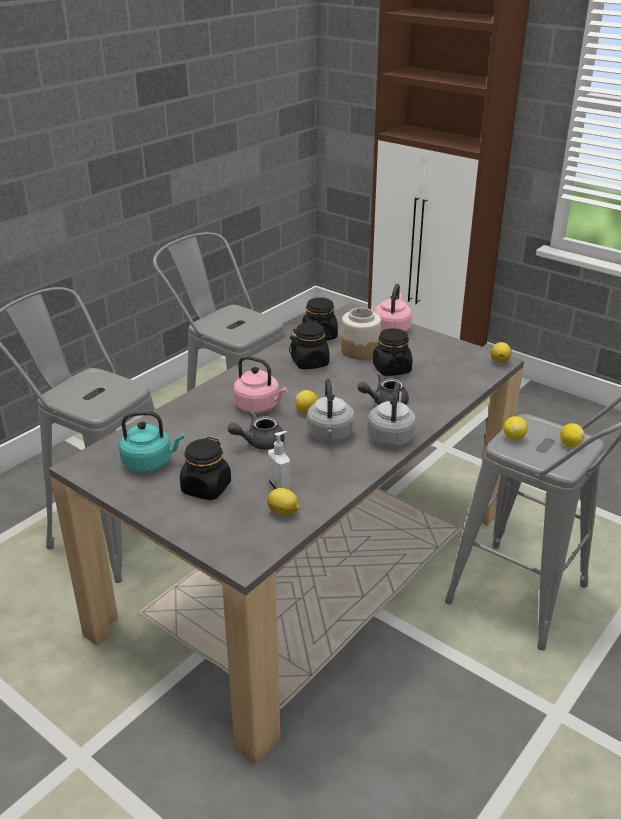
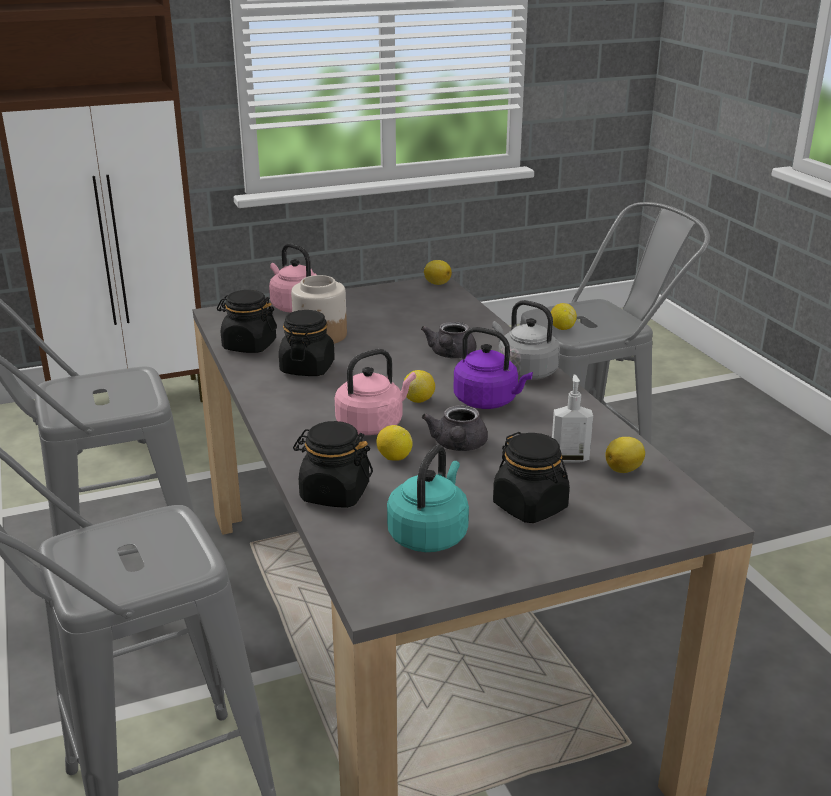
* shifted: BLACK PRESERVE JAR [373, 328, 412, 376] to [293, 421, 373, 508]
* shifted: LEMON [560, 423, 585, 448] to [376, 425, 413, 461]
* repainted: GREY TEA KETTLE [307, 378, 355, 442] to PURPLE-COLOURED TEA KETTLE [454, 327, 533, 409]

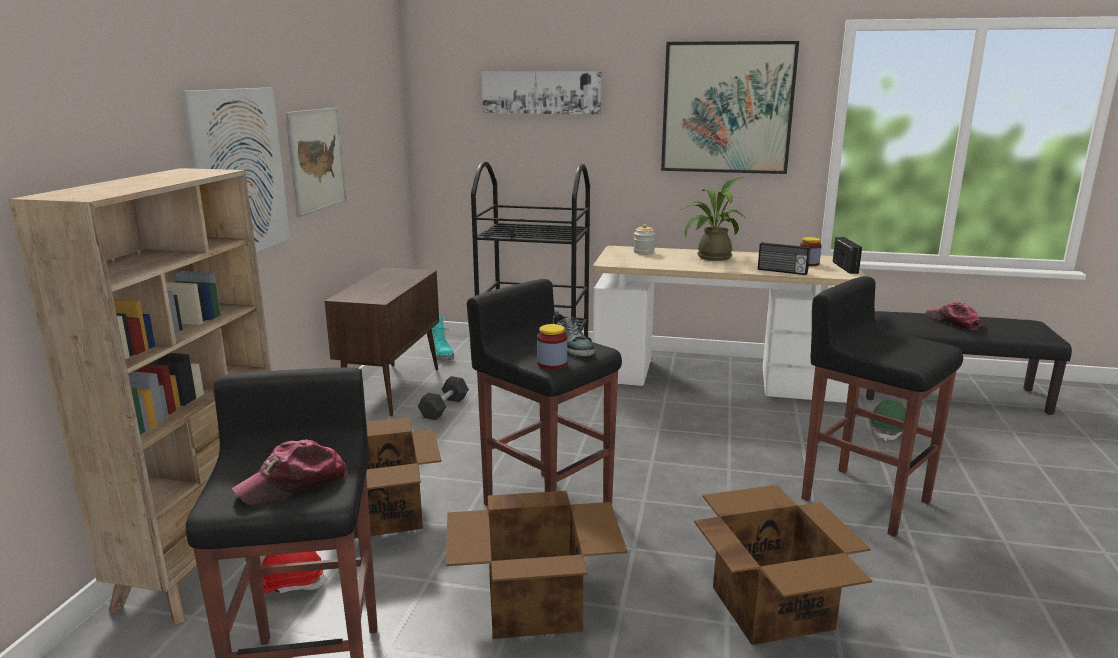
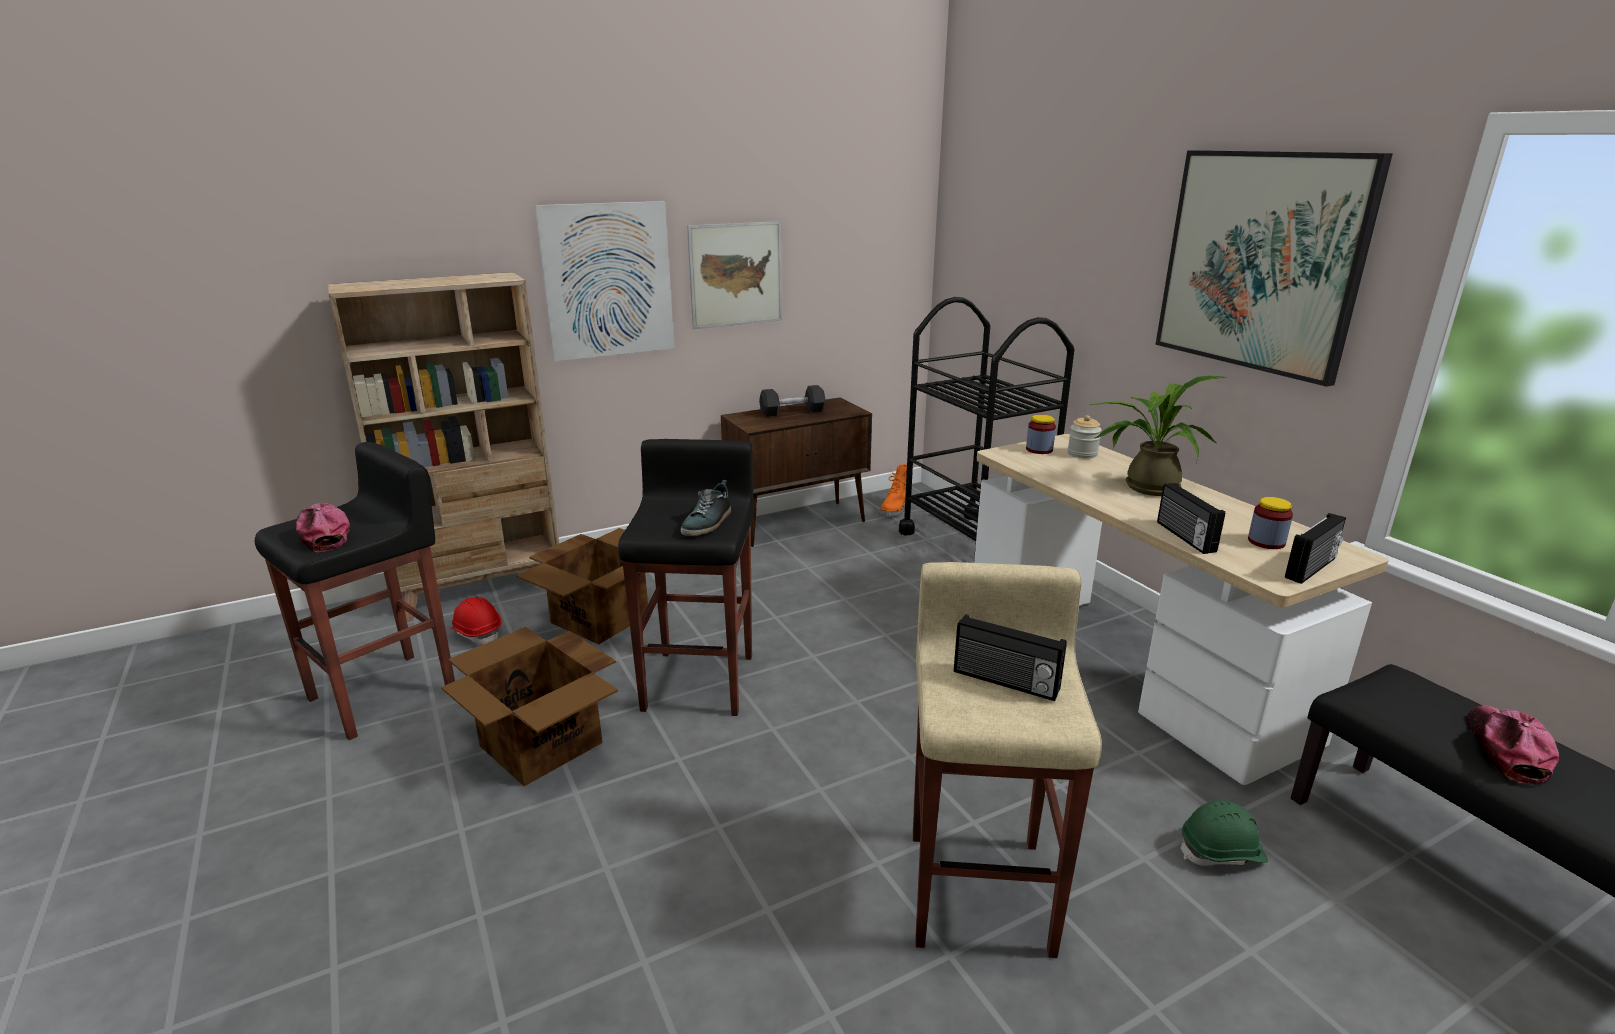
* rotated: CAP [232, 440, 348, 507] = [296, 503, 350, 552] 45 degrees clockwise
* shifted: GREY DUMBBELL [418, 376, 469, 420] to [759, 385, 826, 417]
* repainted: TURQUOISE-COLOURED BOOT [430, 316, 454, 361] to ORANGEY BOOT [880, 464, 907, 517]
* repainted: BLACK SITTING STOOL [801, 276, 963, 537] to BEIGE-COLOURED SITTING STOOL [913, 562, 1102, 958]
* new: RADIO [954, 614, 1067, 701]
* shifted: PRESERVE JAR [537, 324, 567, 369] to [1026, 415, 1056, 454]
* gone: WALL ART [482, 71, 602, 115]
* gone: PACKING BOX [694, 485, 872, 645]

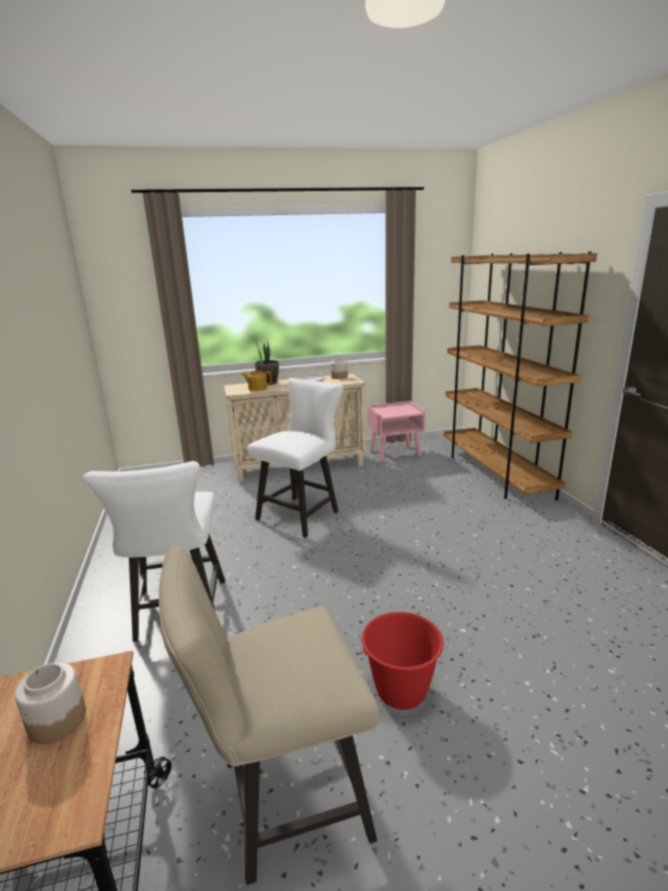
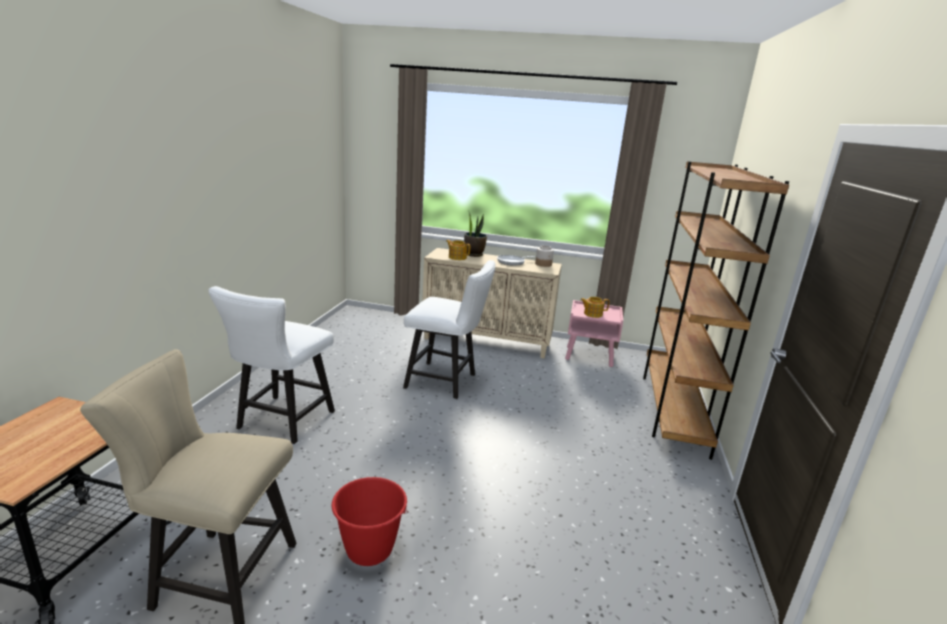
* rotated: WHITISH CHAIR [247, 378, 344, 538] = [403, 260, 495, 399] 45 degrees clockwise
* new: TEAPOT [580, 297, 609, 318]
* gone: PRESERVE JAR [15, 663, 86, 744]

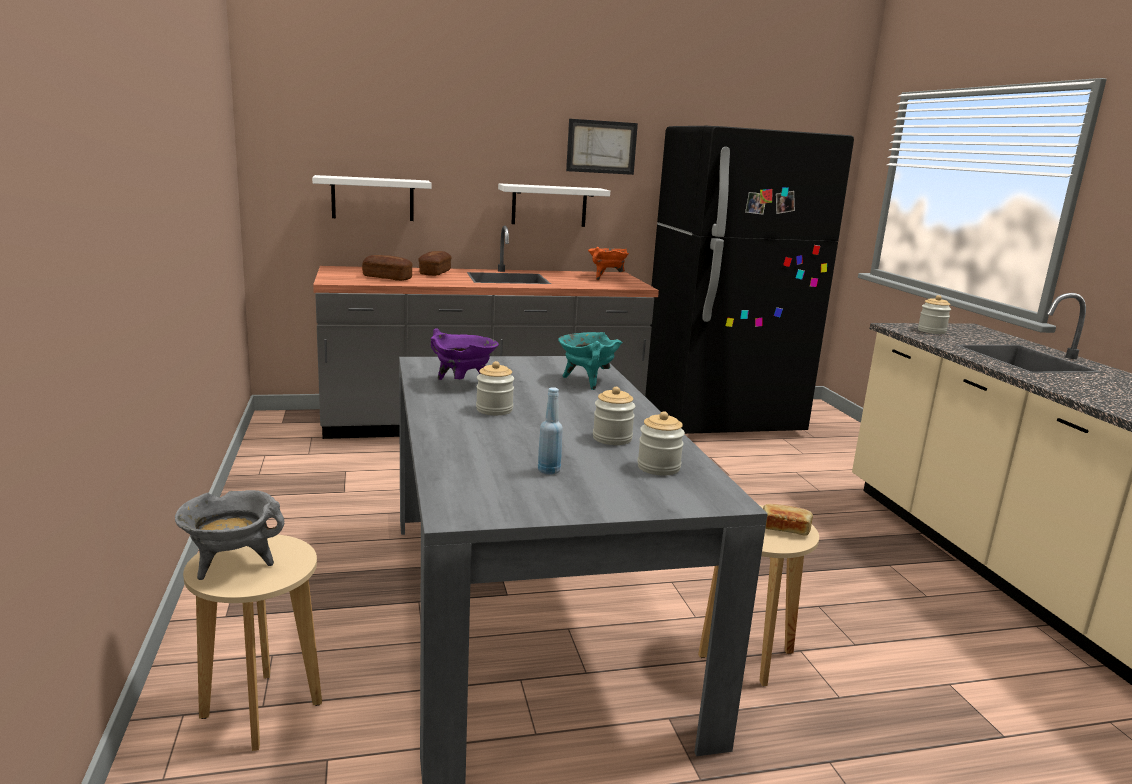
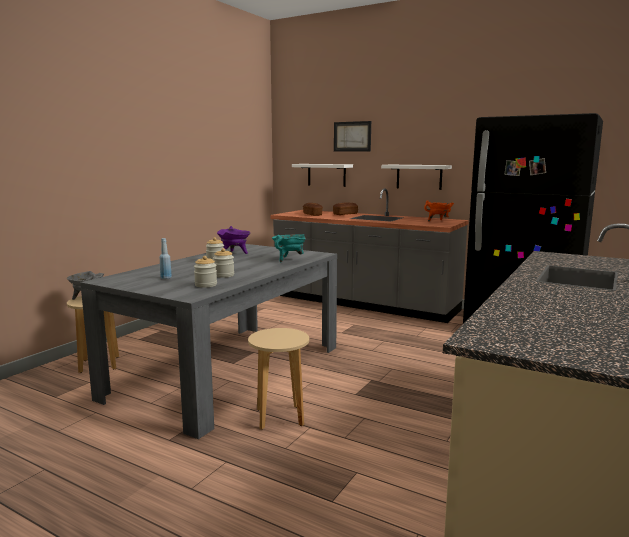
* shifted: WALL ART [566, 119, 638, 175] to [334, 121, 371, 152]
* gone: BAKED BREAD [763, 504, 813, 536]
* gone: PRESERVE JAR [918, 295, 951, 334]

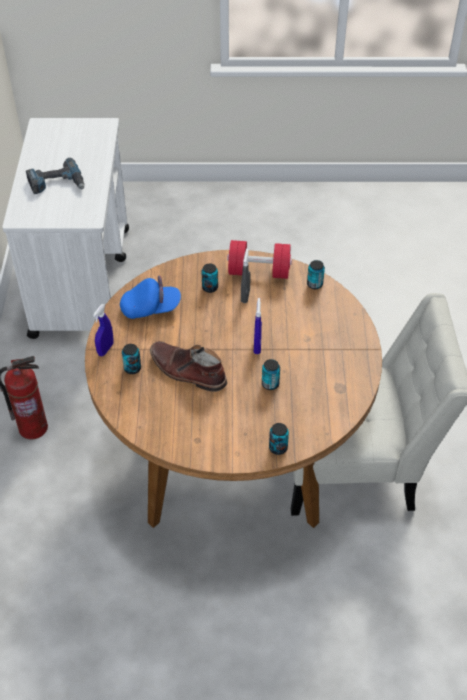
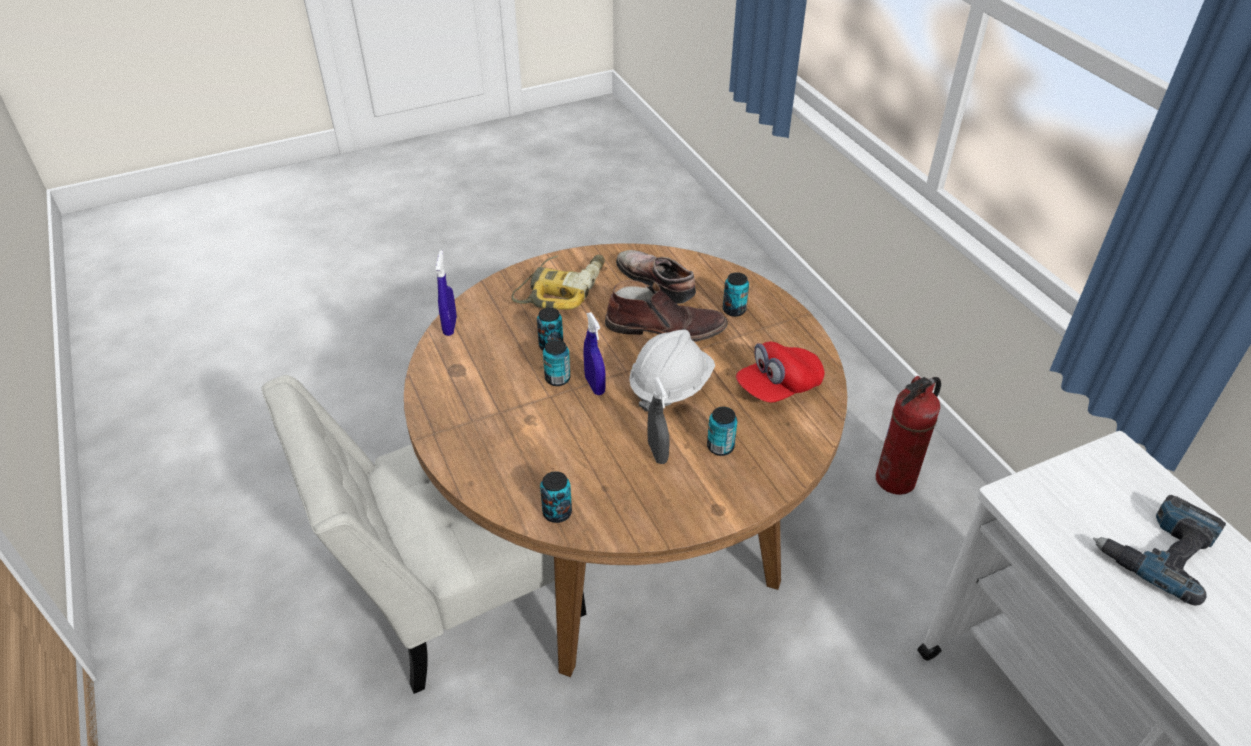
* shifted: BLUISH HAND SPRAYER [93, 304, 114, 356] to [435, 250, 457, 336]
* new: ELECTRIC DRILL [512, 255, 605, 310]
* shifted: METAL CAN [269, 423, 289, 455] to [543, 340, 570, 386]
* new: ITEM OF FOOTWEAR [616, 250, 696, 304]
* new: WHITISH SAFETY HELMET [629, 330, 715, 412]
* repainted: BLUISH CAP [120, 275, 181, 319] to RED-COLOURED CAP [736, 341, 825, 403]
* gone: RED-COLOURED DUMBBELL [227, 240, 292, 279]

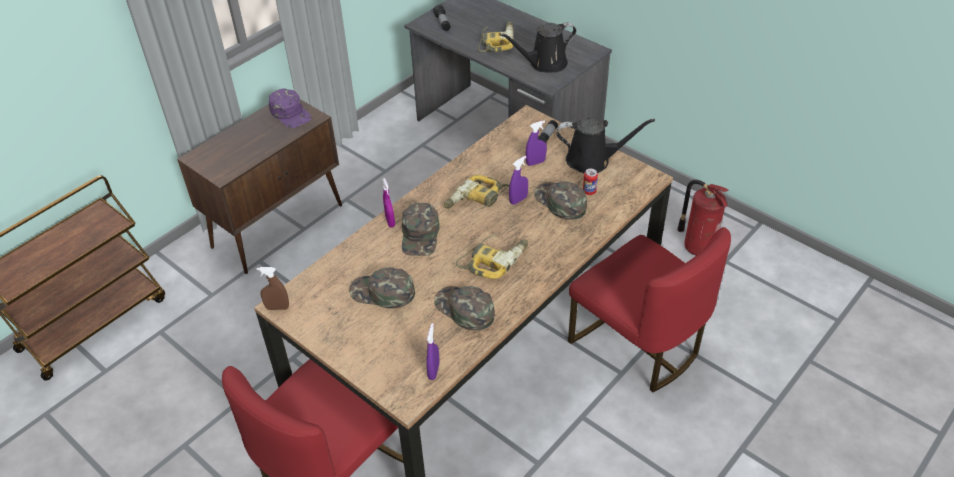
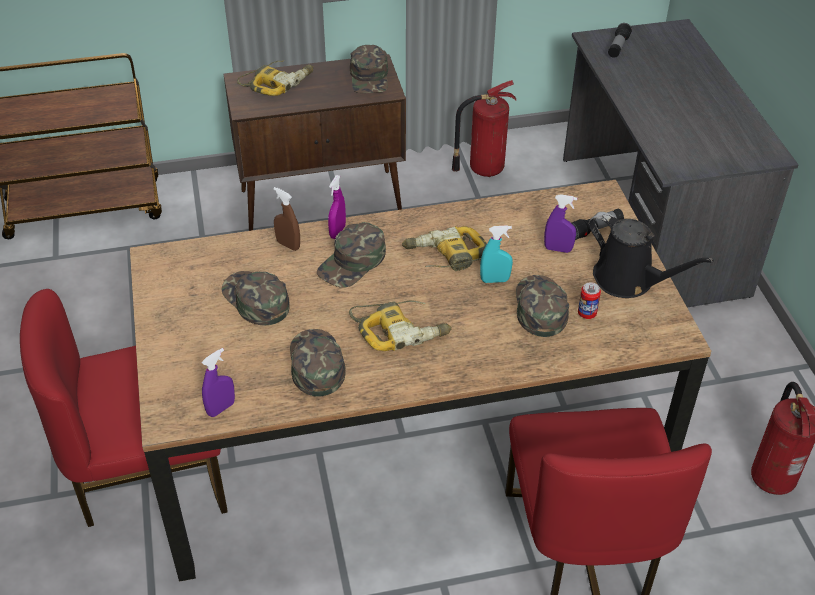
* shifted: ELECTRIC DRILL [478, 22, 514, 52] to [237, 60, 313, 96]
* shifted: BROWN-COLOURED HAND SPRAYER [257, 267, 289, 310] to [273, 187, 300, 251]
* repainted: PURPLE-COLOURED CAP [269, 89, 312, 128] to GREENISH CAP [350, 45, 388, 93]
* new: FIRE EXTINGUISHER [452, 80, 516, 177]
* repainted: PURPLE-COLOURED HAND SPRAYER [509, 156, 528, 205] to TURQUOISE-COLOURED HAND SPRAYER [480, 225, 513, 283]
* gone: BLACK SPRINKLING CAN [500, 23, 576, 73]

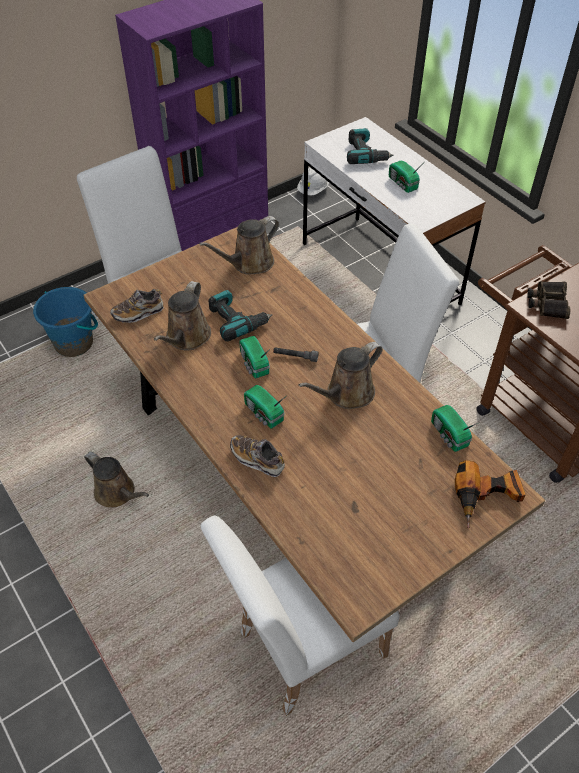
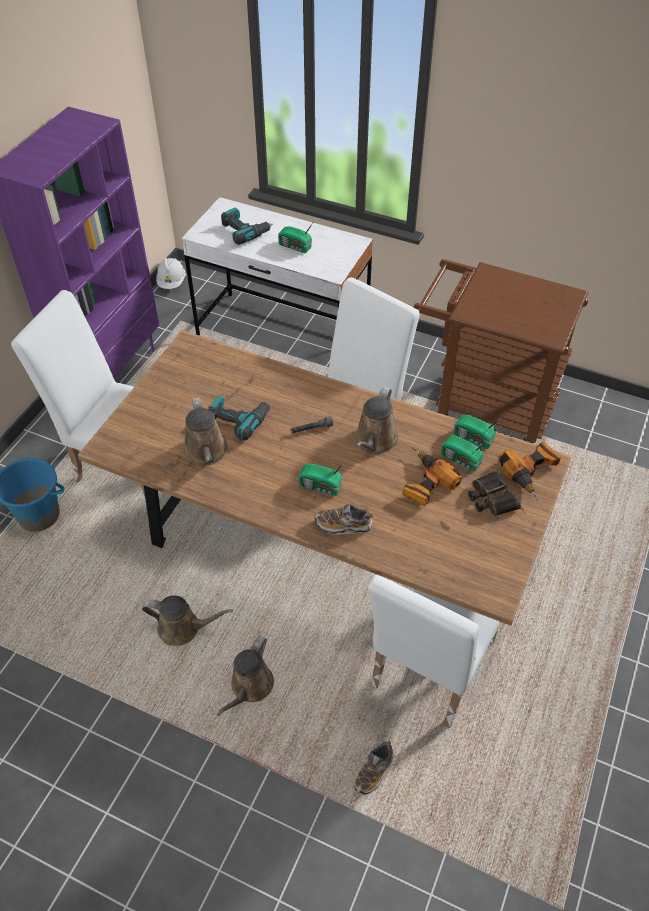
* shifted: BROWN-COLOURED SPRINKLING CAN [199, 216, 279, 275] to [217, 636, 274, 716]
* shifted: ITEM OF FOOTWEAR [110, 289, 164, 323] to [354, 741, 394, 795]
* new: ELECTRIC DRILL [403, 447, 462, 506]
* shifted: RADIO [239, 336, 270, 378] to [441, 435, 490, 472]
* shifted: PAIR OF BINOCULARS [528, 281, 570, 319] to [468, 470, 521, 516]

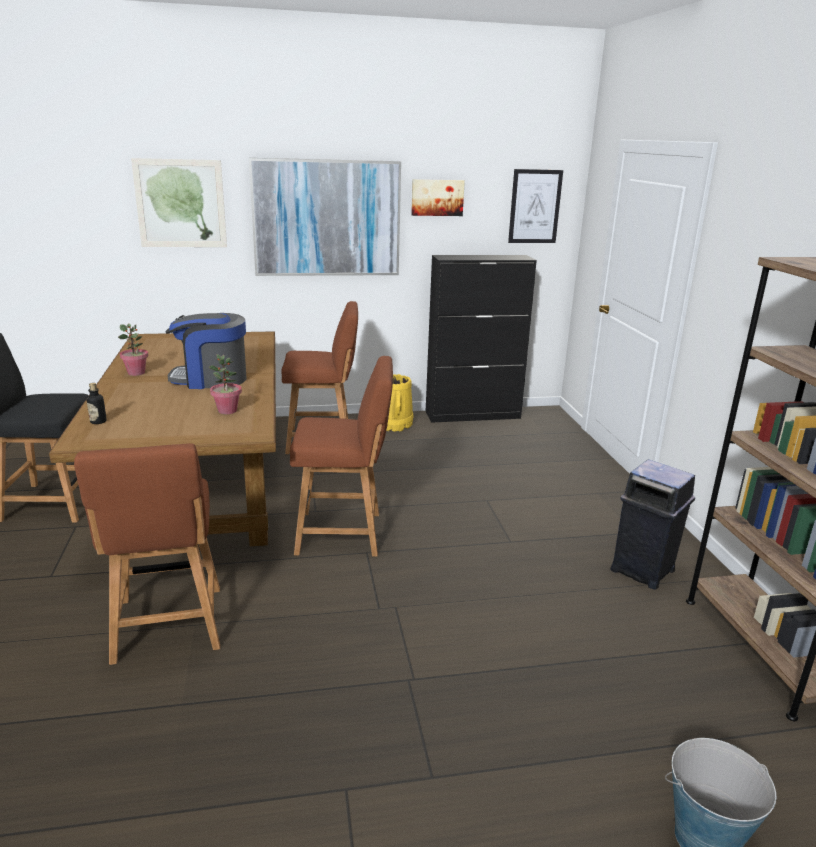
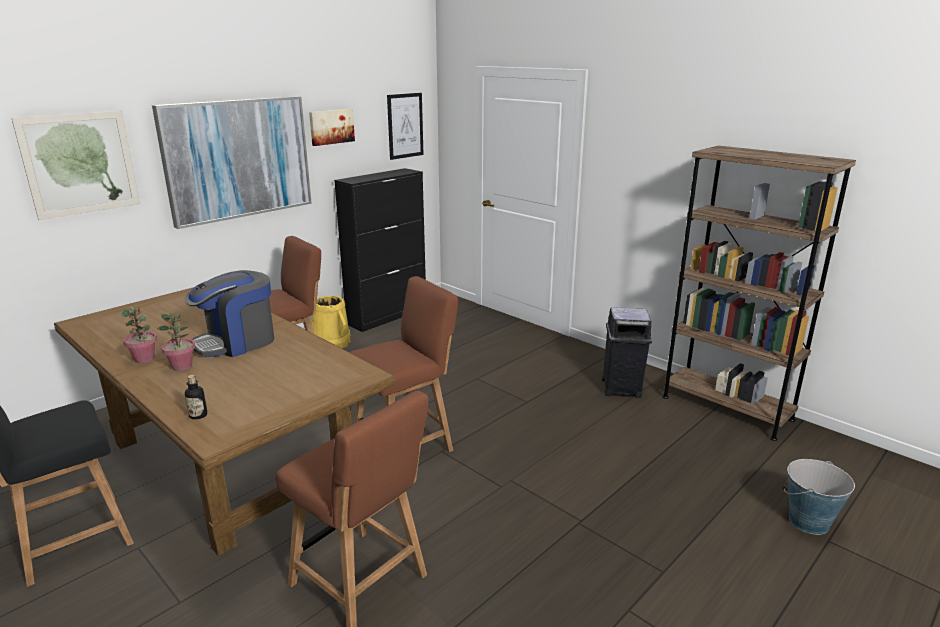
* shifted: POTTED PLANT [208, 354, 242, 414] to [157, 312, 195, 371]

